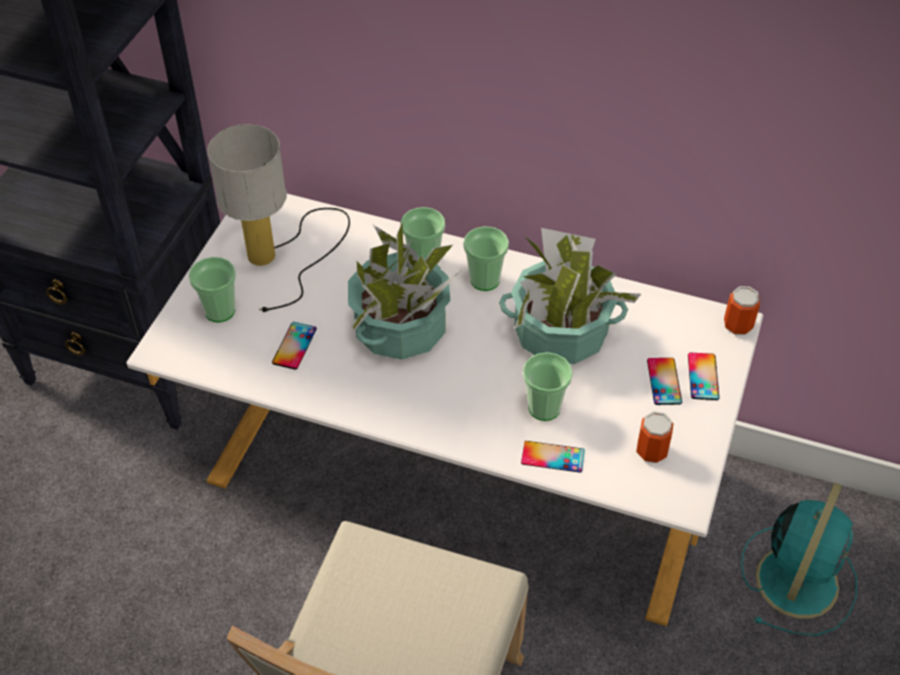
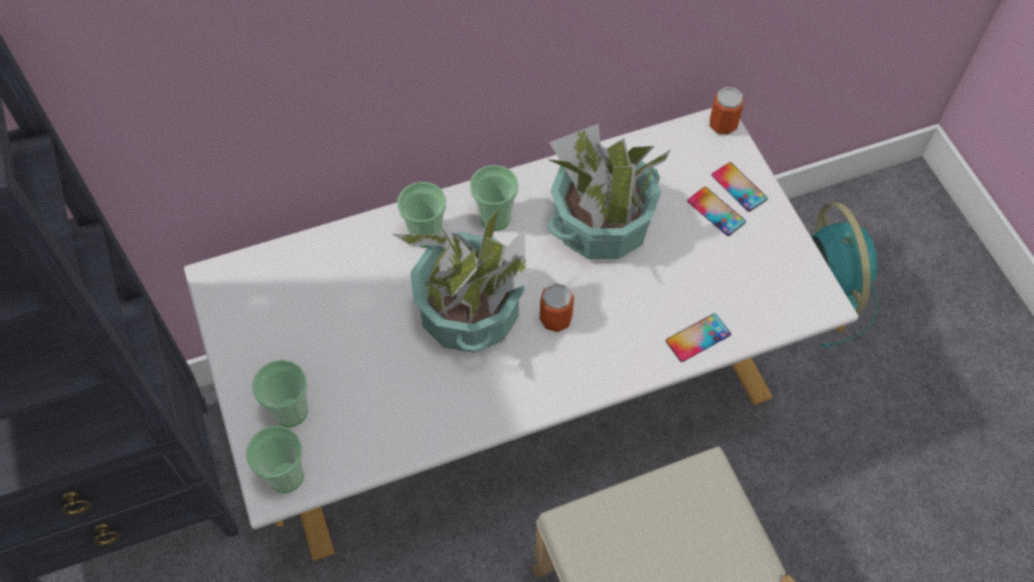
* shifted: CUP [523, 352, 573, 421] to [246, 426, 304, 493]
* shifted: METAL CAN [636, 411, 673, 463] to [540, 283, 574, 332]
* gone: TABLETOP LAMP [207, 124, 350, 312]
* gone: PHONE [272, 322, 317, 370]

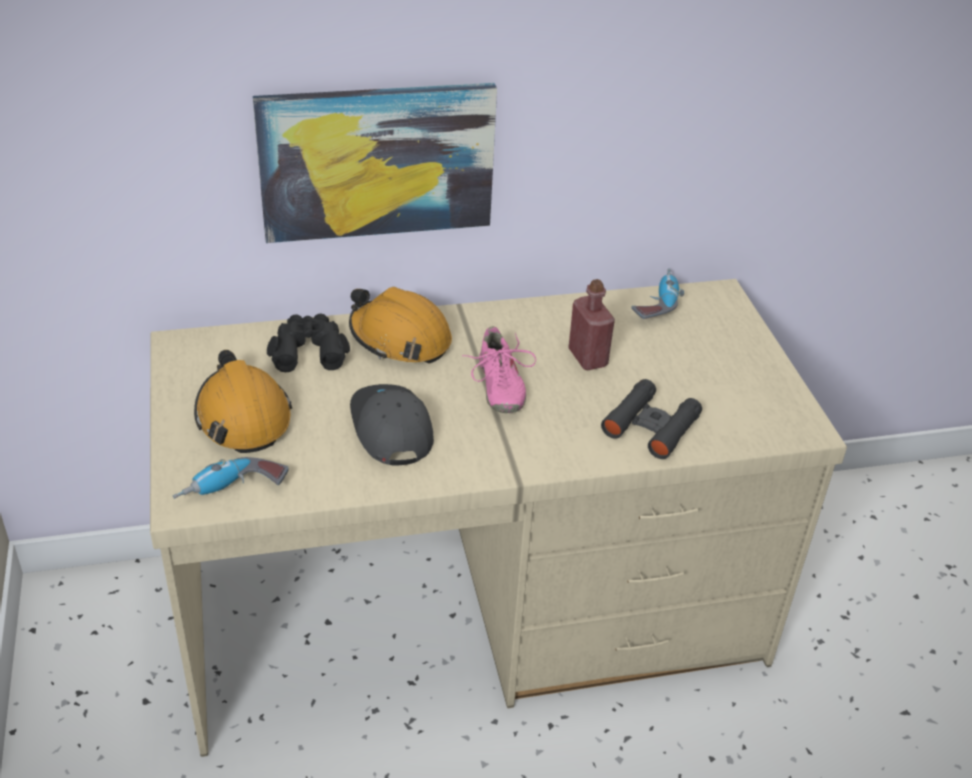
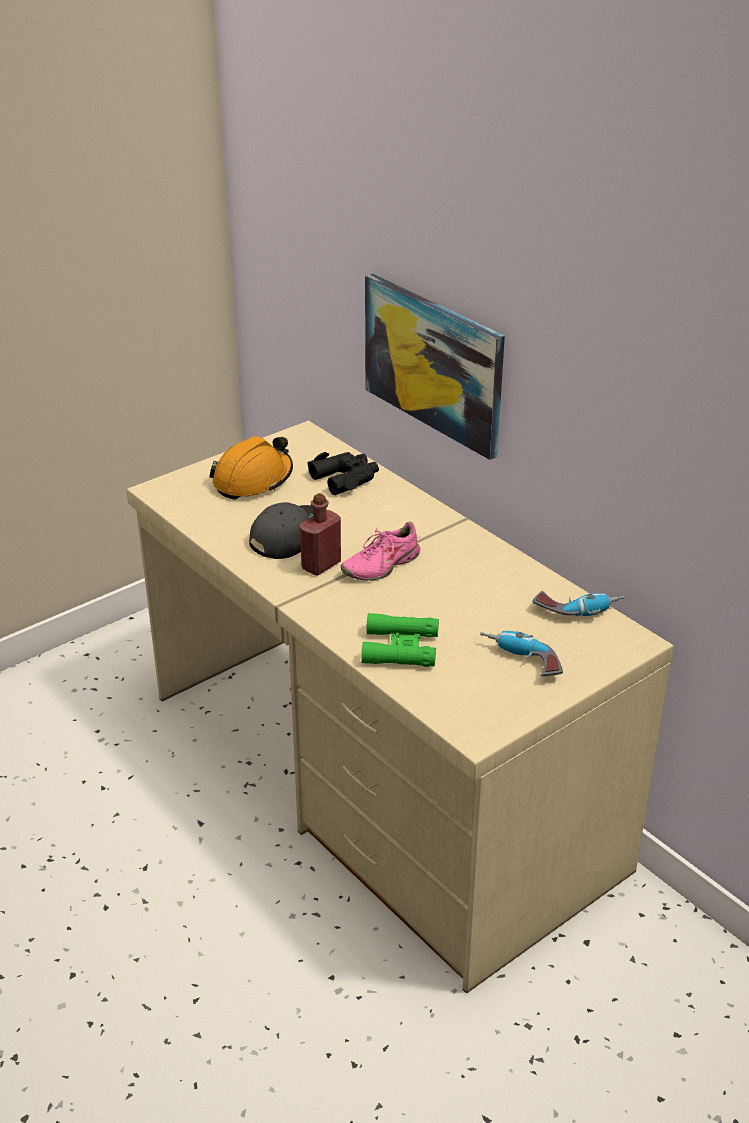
* shifted: RED-COLOURED BOTTLE [568, 279, 615, 370] to [299, 493, 341, 576]
* repainted: BLACK PAIR OF BINOCULARS [601, 379, 702, 459] to GREENISH PAIR OF BINOCULARS [361, 613, 439, 667]
* shifted: ELECTRIC DRILL [173, 457, 289, 499] to [480, 631, 563, 676]
* gone: ORANGEY SAFETY HELMET [349, 287, 452, 363]

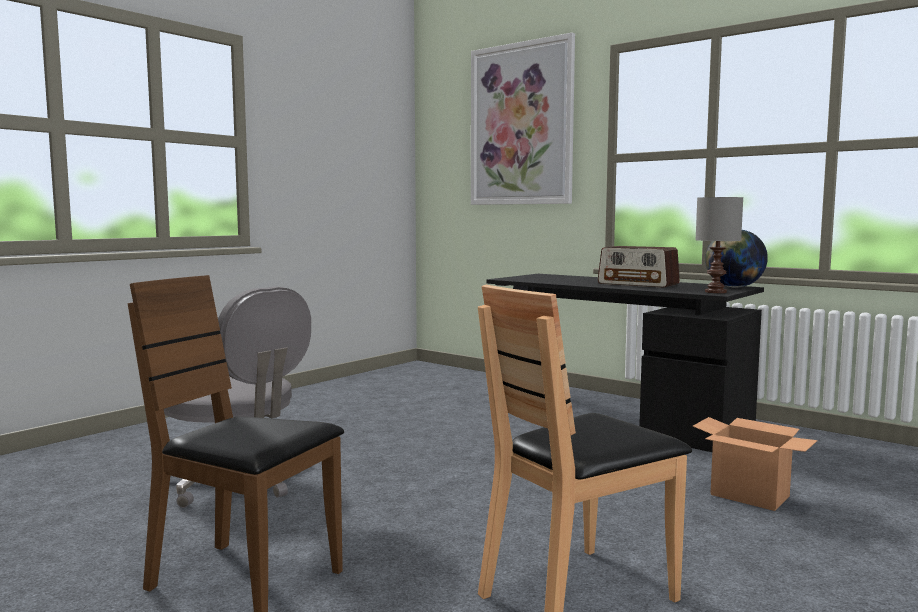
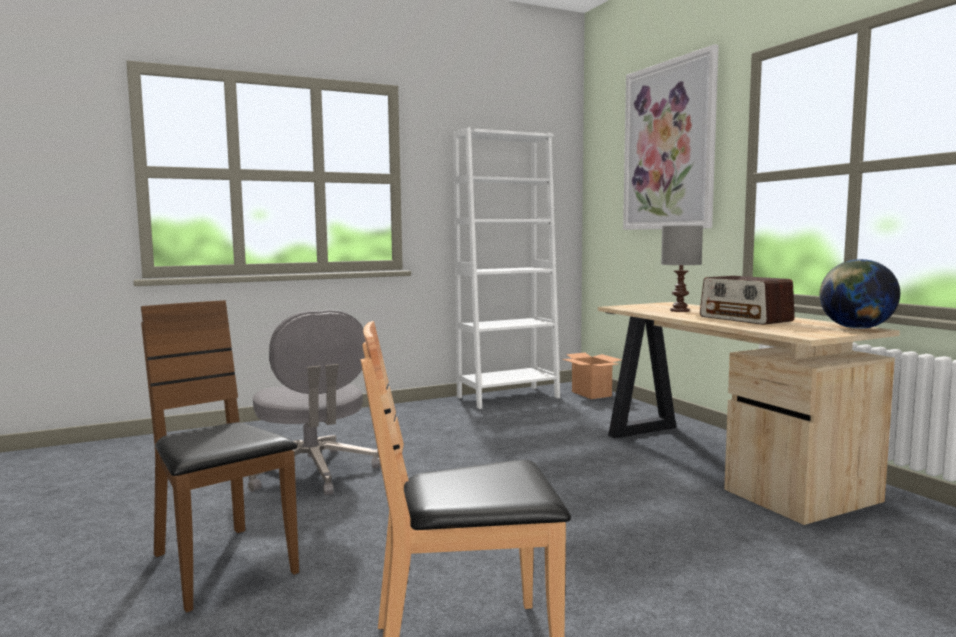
* new: WHITISH BOOKCASE [453, 127, 560, 409]
* shifted: PACKING BOX [693, 417, 818, 511] to [562, 353, 621, 399]
* repainted: BLACK DESK [486, 274, 764, 452] to BEIGE-COLOURED DESK [598, 302, 900, 525]
* shifted: GREY TABLETOP LAMP [696, 197, 743, 293] to [661, 226, 703, 312]

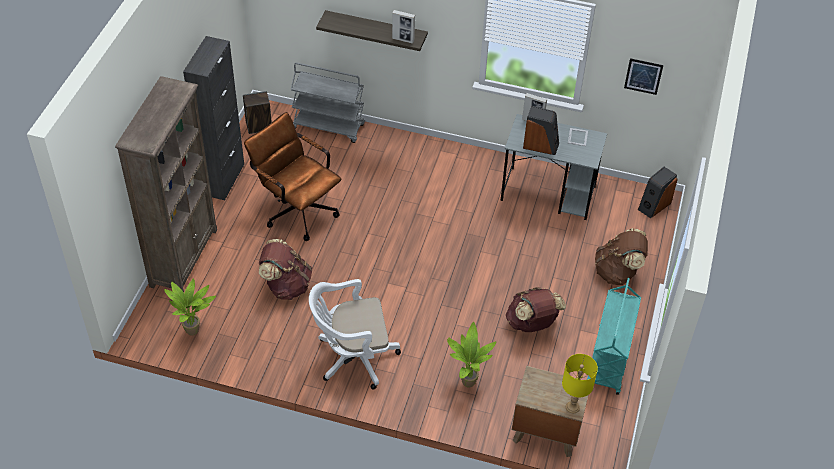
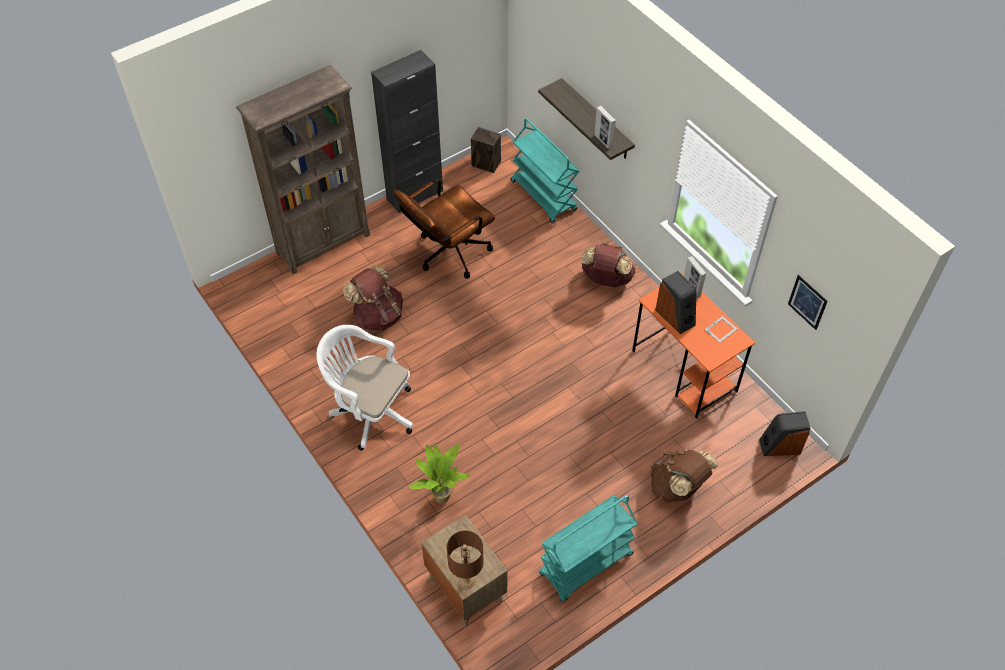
* rotated: BROWN-COLOURED OFFICE CHAIR [244, 112, 341, 241] = [394, 179, 495, 279] 120 degrees counterclockwise
* repainted: YELLOW-COLOURED TABLETOP LAMP [562, 354, 598, 413] to BROWN-COLOURED TABLETOP LAMP [447, 531, 484, 589]
* repainted: GREY TROLLEY [290, 62, 365, 143] to TURQUOISE-COLOURED TROLLEY [511, 118, 579, 223]
* shifted: BROWN-COLOURED BACKPACK [506, 287, 566, 332] to [581, 243, 636, 287]
* repainted: GREY DESK [500, 114, 607, 220] to ORANGEY DESK [632, 273, 755, 419]
* gone: POTTED PLANT [164, 278, 216, 336]

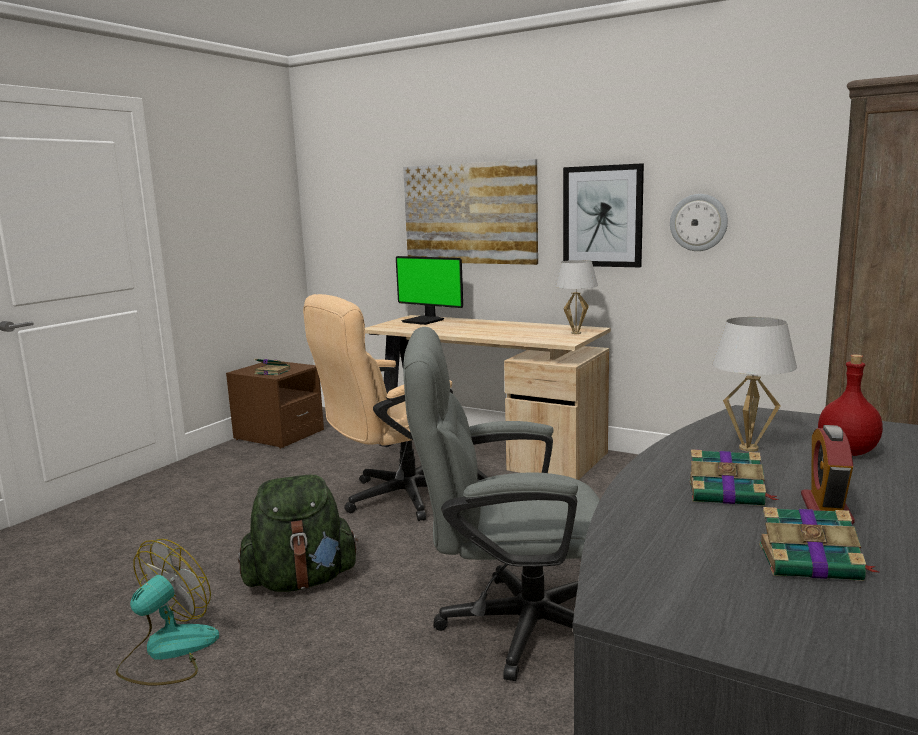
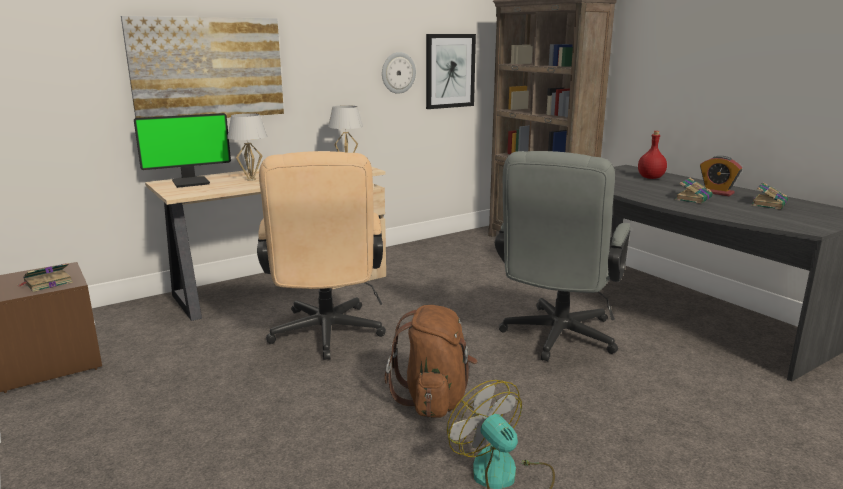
* shifted: WHITISH TABLETOP LAMP [712, 317, 797, 452] to [227, 113, 267, 181]
* repainted: GREENISH BACKPACK [238, 475, 358, 592] to BROWN-COLOURED BACKPACK [385, 305, 478, 418]
* shifted: WALL ART [563, 163, 644, 267] to [426, 34, 476, 109]

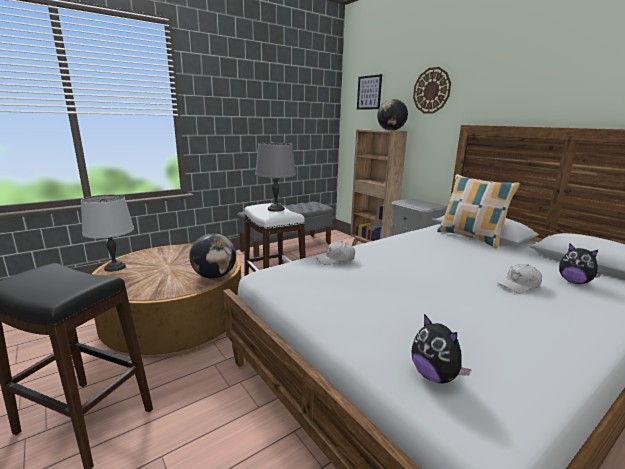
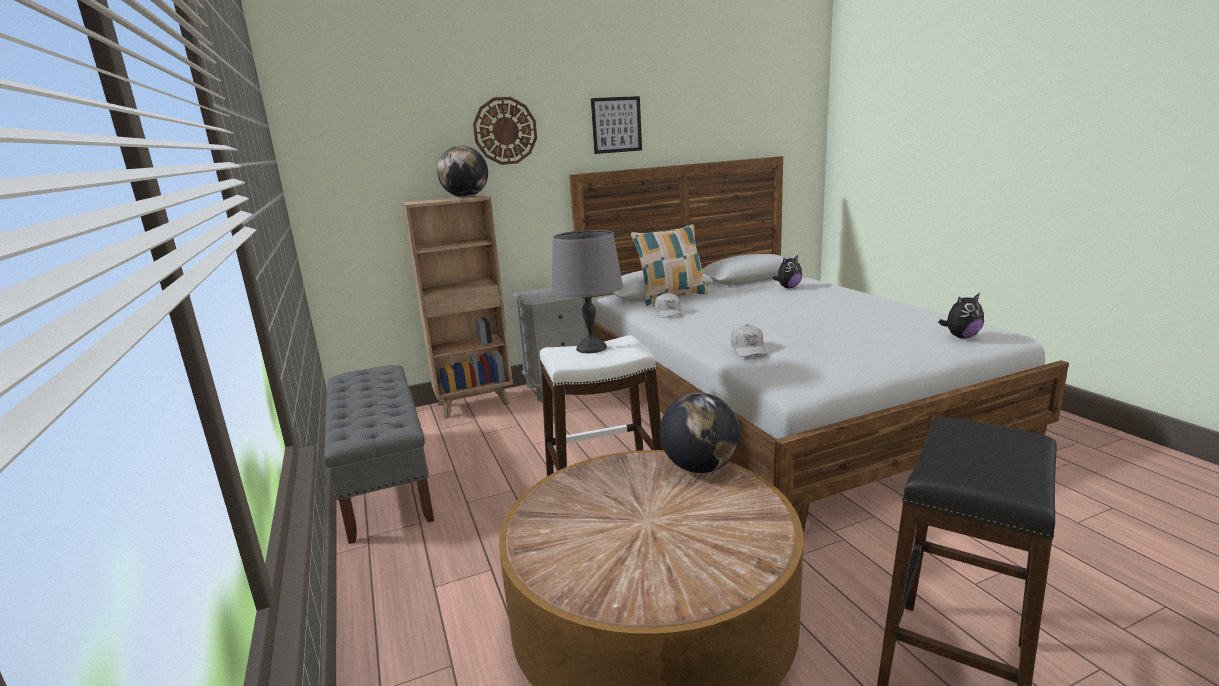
* shifted: WALL ART [357, 74, 382, 110] to [591, 96, 642, 154]
* shifted: WHITISH CAP [497, 264, 542, 293] to [655, 293, 684, 318]
* gone: GREY TABLETOP LAMP [81, 194, 134, 272]

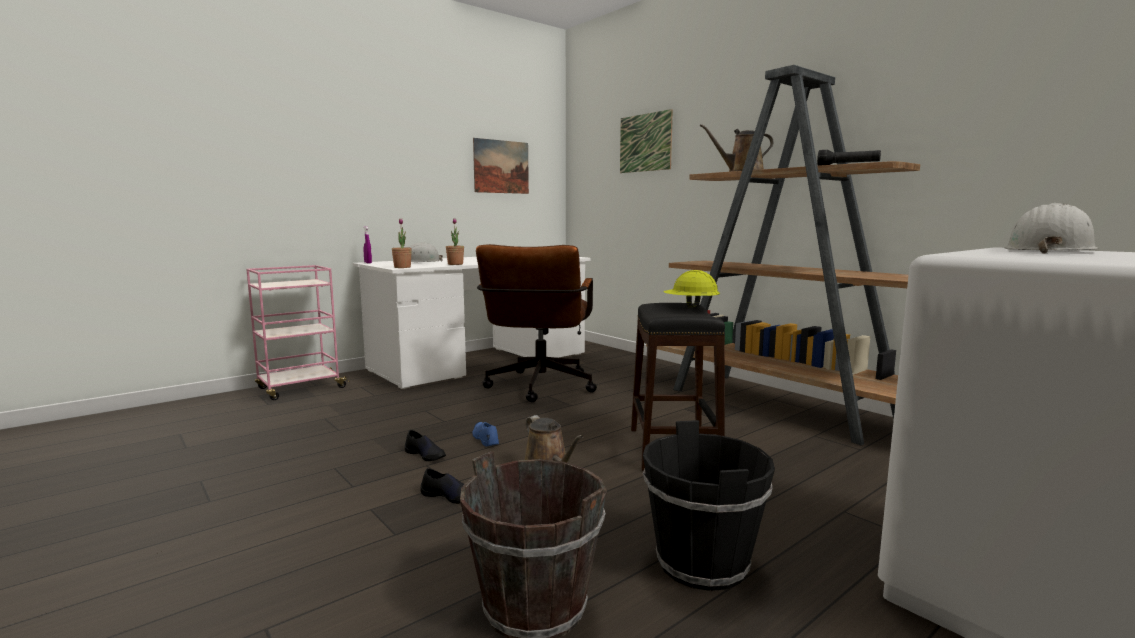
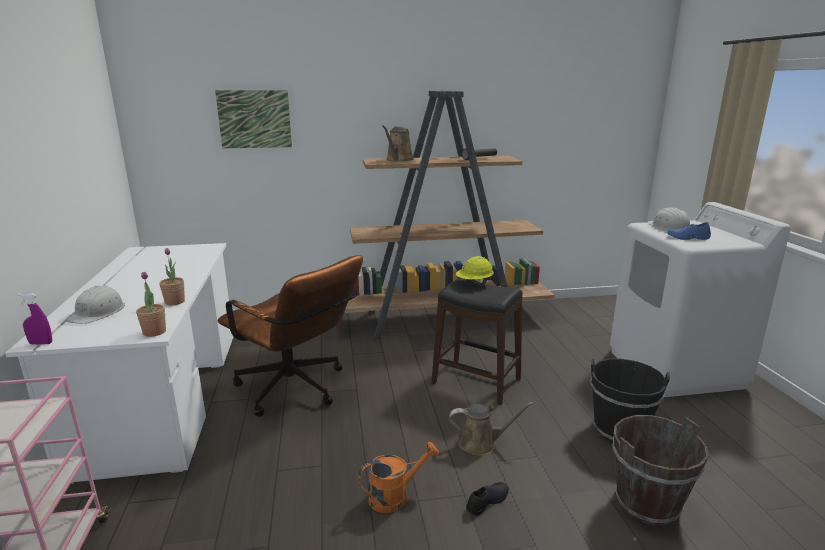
* swapped: BLACK ITEM OF FOOTWEAR [405, 430, 446, 461] to ORANGEY SPRINKLING CAN [358, 442, 439, 513]
* shifted: BLUISH ITEM OF FOOTWEAR [473, 422, 499, 447] to [667, 222, 711, 240]
* gone: WALL ART [473, 138, 529, 194]

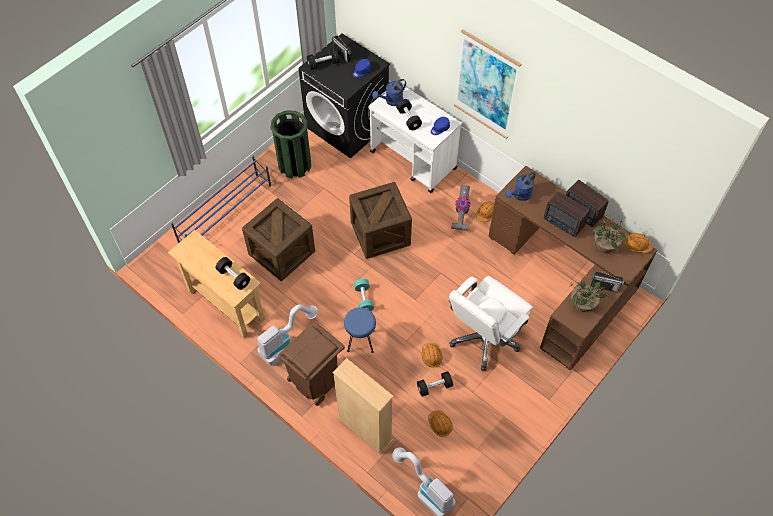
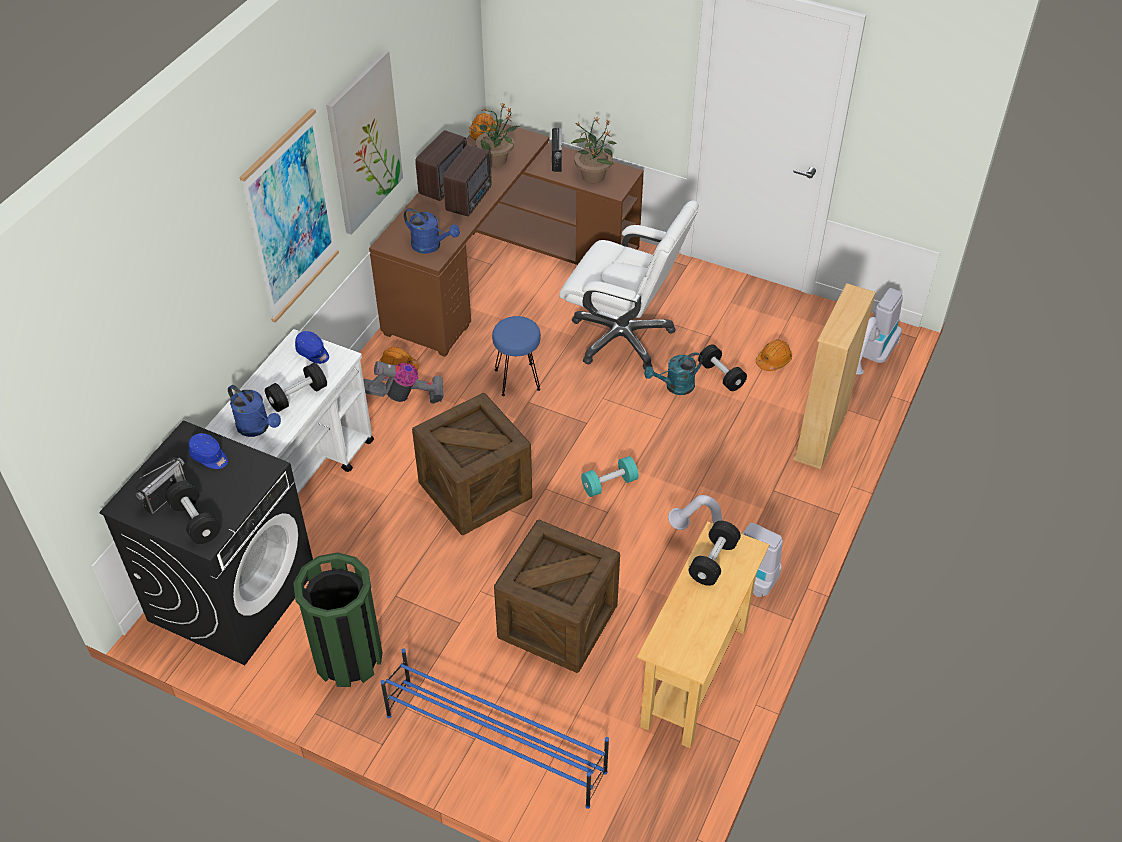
* new: WALL ART [326, 50, 403, 235]
* shifted: BLUISH SITTING STOOL [344, 307, 376, 353] to [492, 316, 541, 396]
* swapped: ORANGEY SAFETY HELMET [422, 342, 442, 367] to TURQUOISE-COLOURED SPRINKLING CAN [644, 352, 702, 395]
* gone: BROWN-COLOURED WASTE BIN [278, 321, 345, 406]

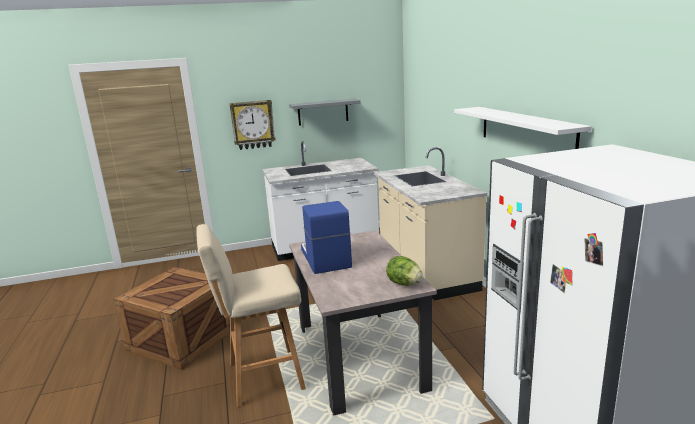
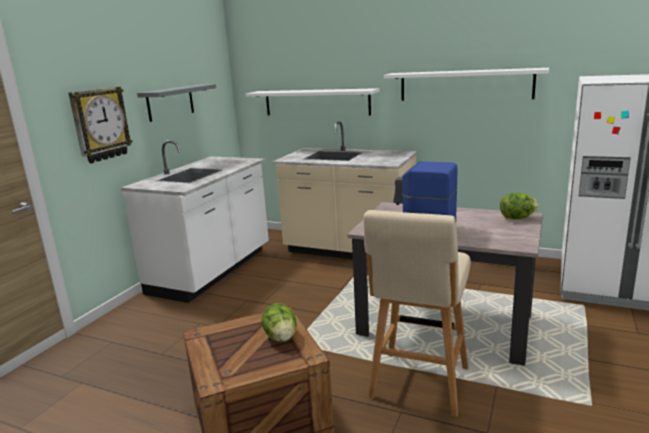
* new: WHITISH BRACKET SHELF [246, 88, 380, 115]
* new: LETTUCE [261, 303, 297, 342]

